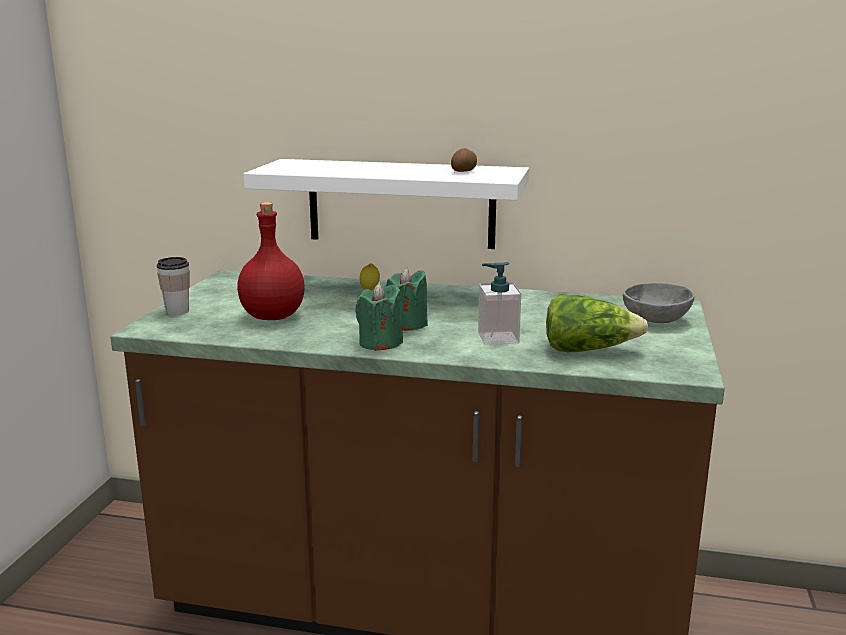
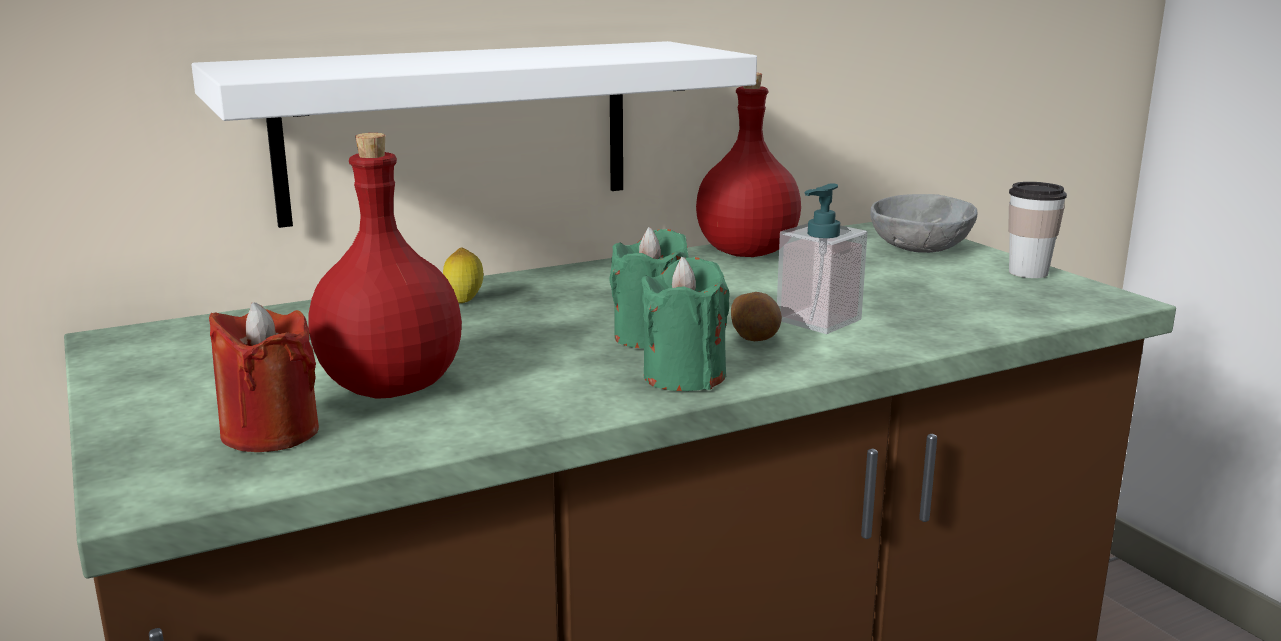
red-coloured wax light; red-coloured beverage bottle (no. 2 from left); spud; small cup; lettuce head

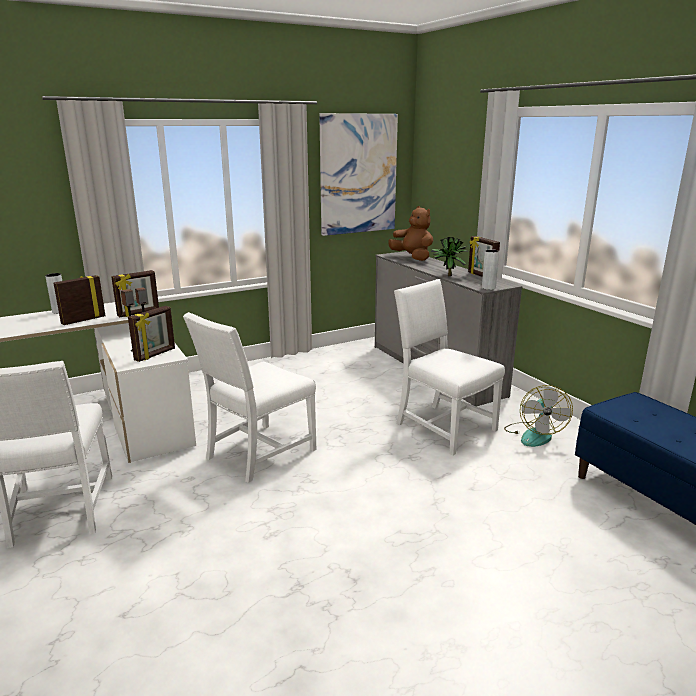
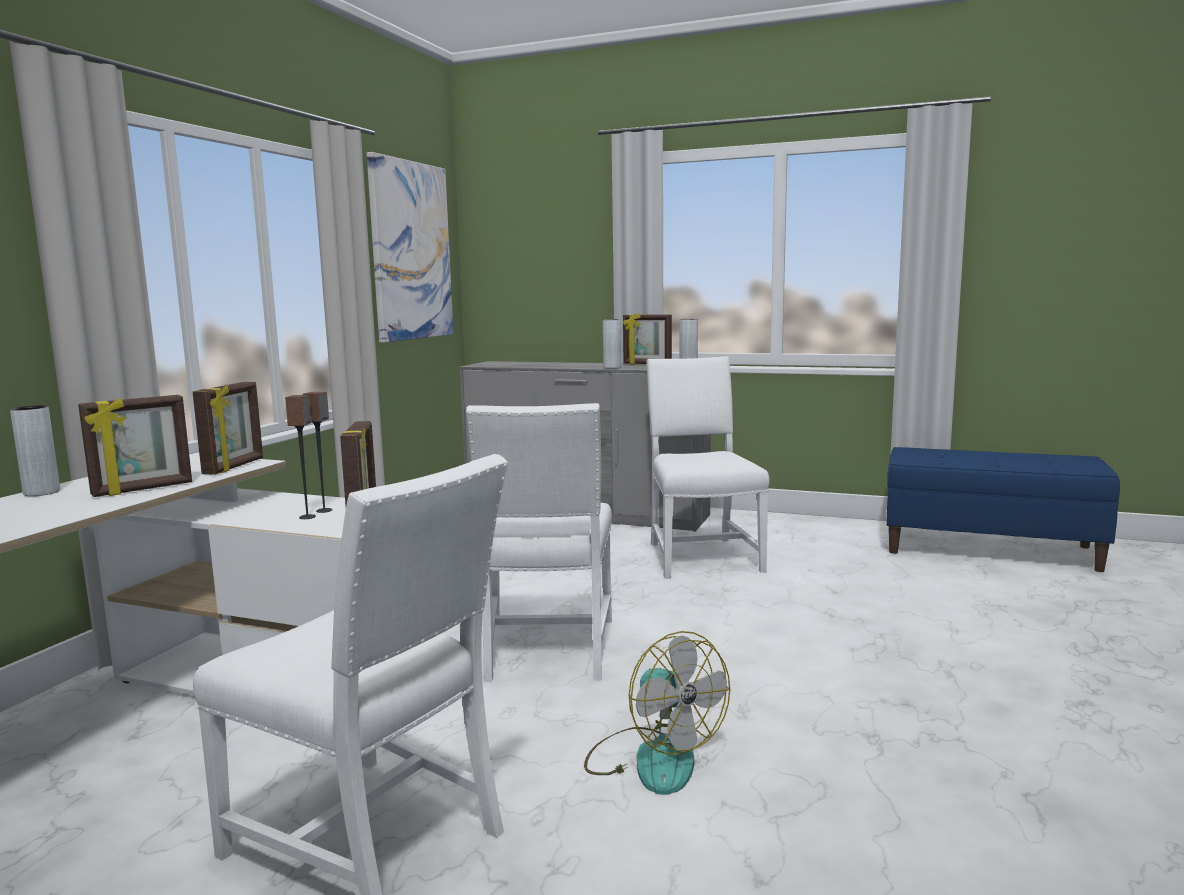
standing frame (no. 1 from left); fan; grey decorative vase (no. 2 from left); white upright chair (no. 3 from left); brownish plush toy

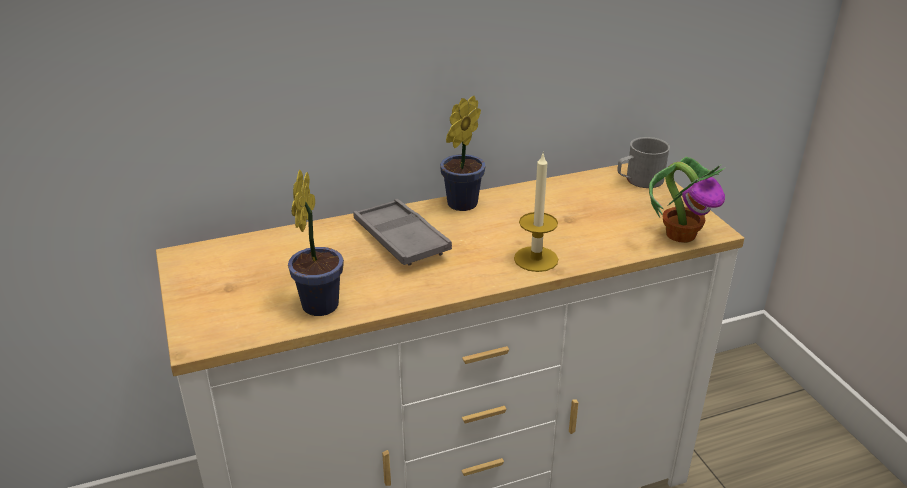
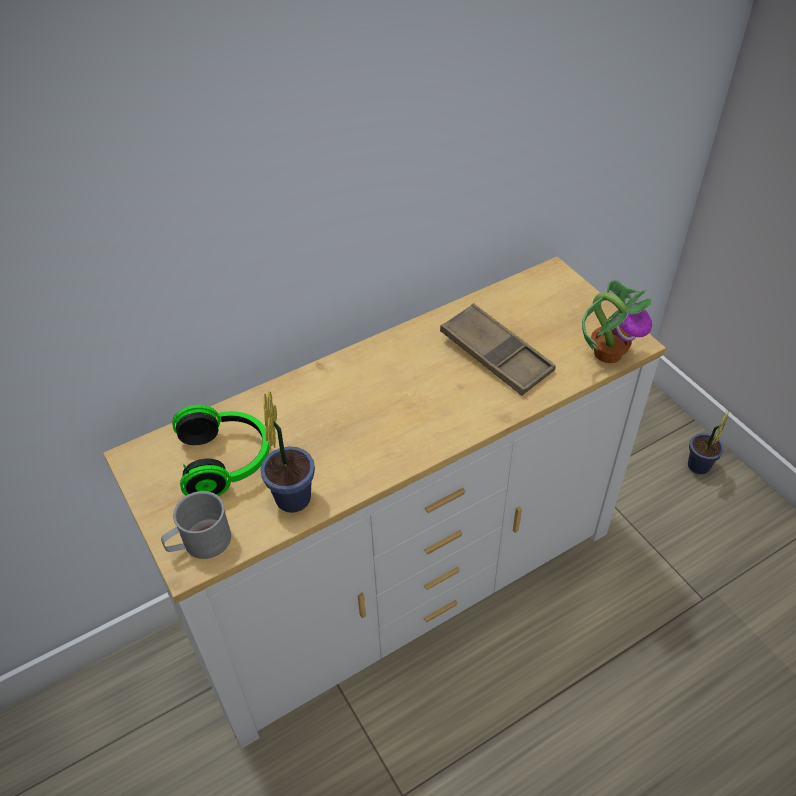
grey coffee mug; headphones; brownish serving tray; houseplant (no. 3 from left); grey serving tray; wax light

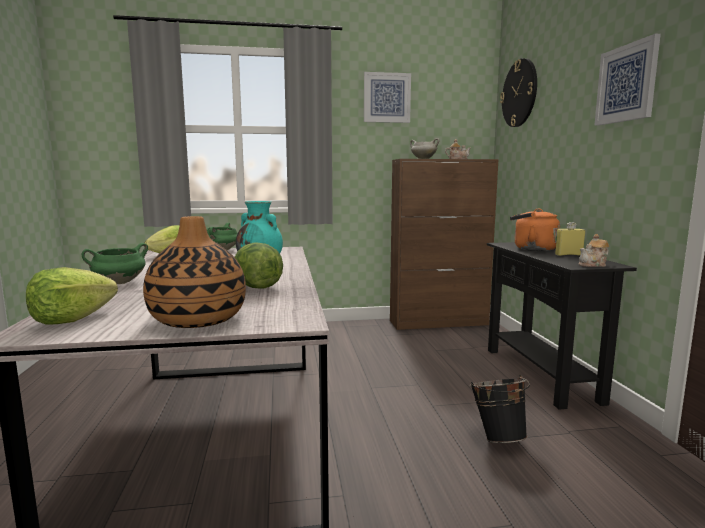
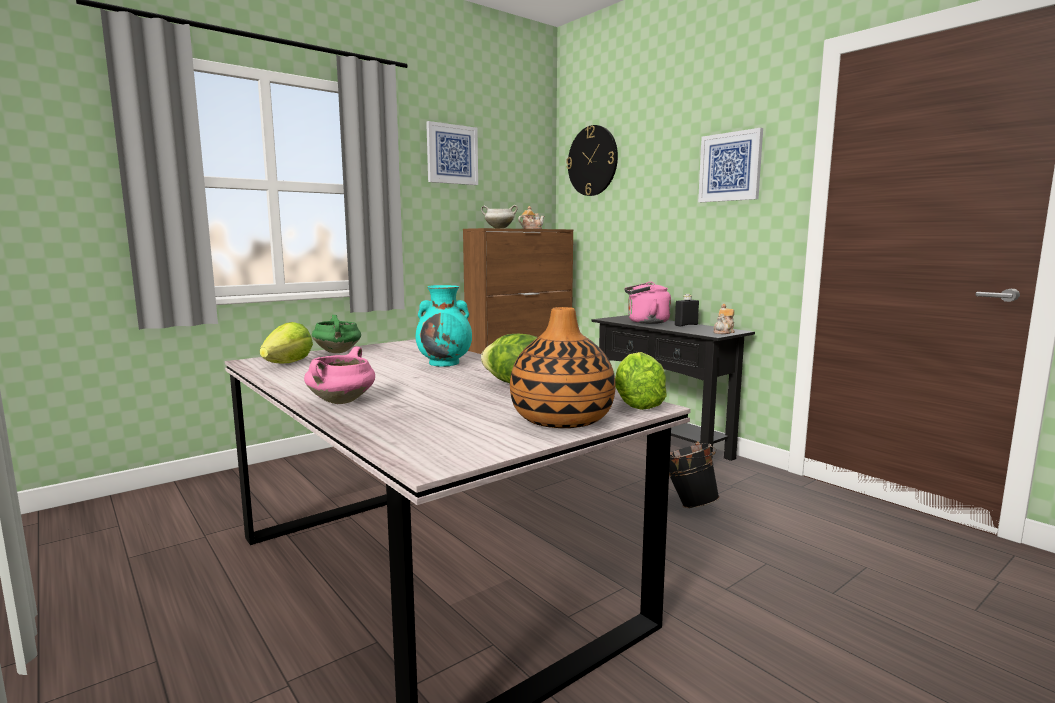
pink saucepot; lettuce head (no. 3 from left); pink tea kettle; blackish beverage bottle

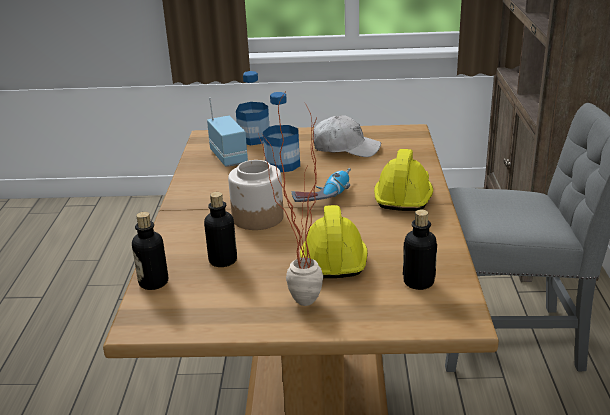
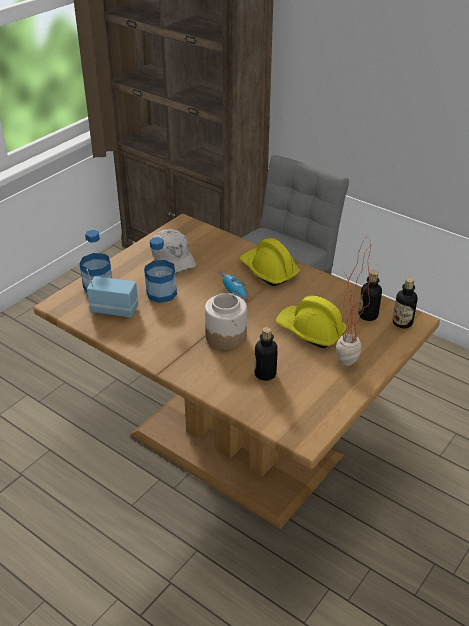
white cap; beverage bottle (no. 5 from left)

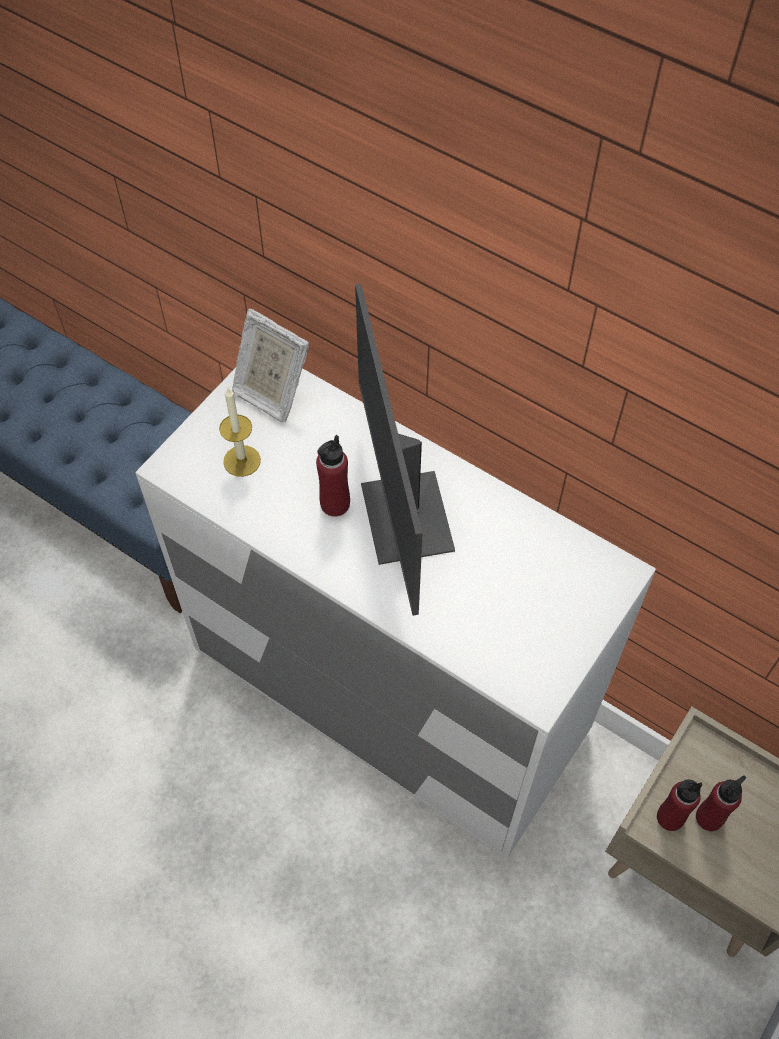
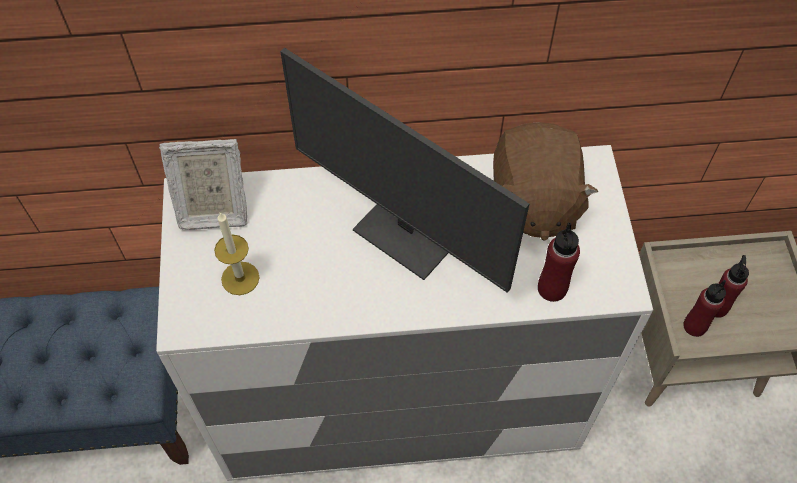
brownish plush toy; red-coloured beverage bottle (no. 1 from left)

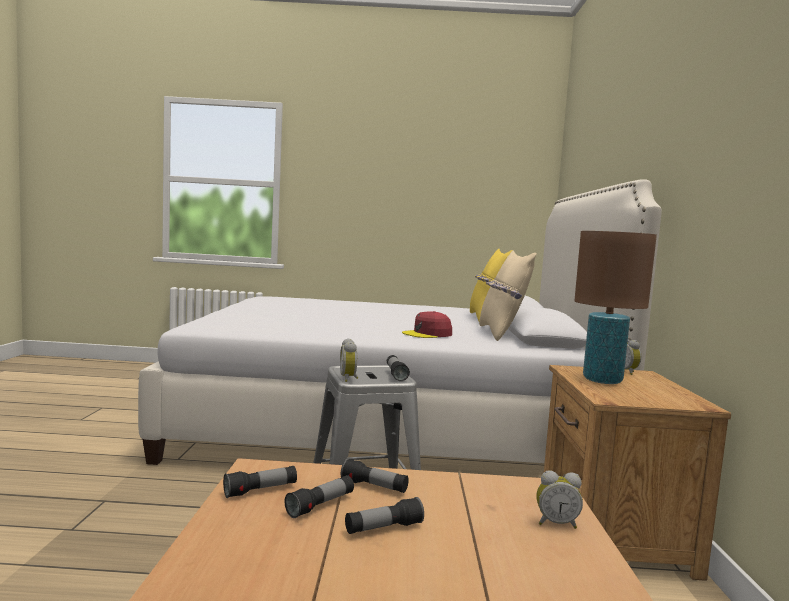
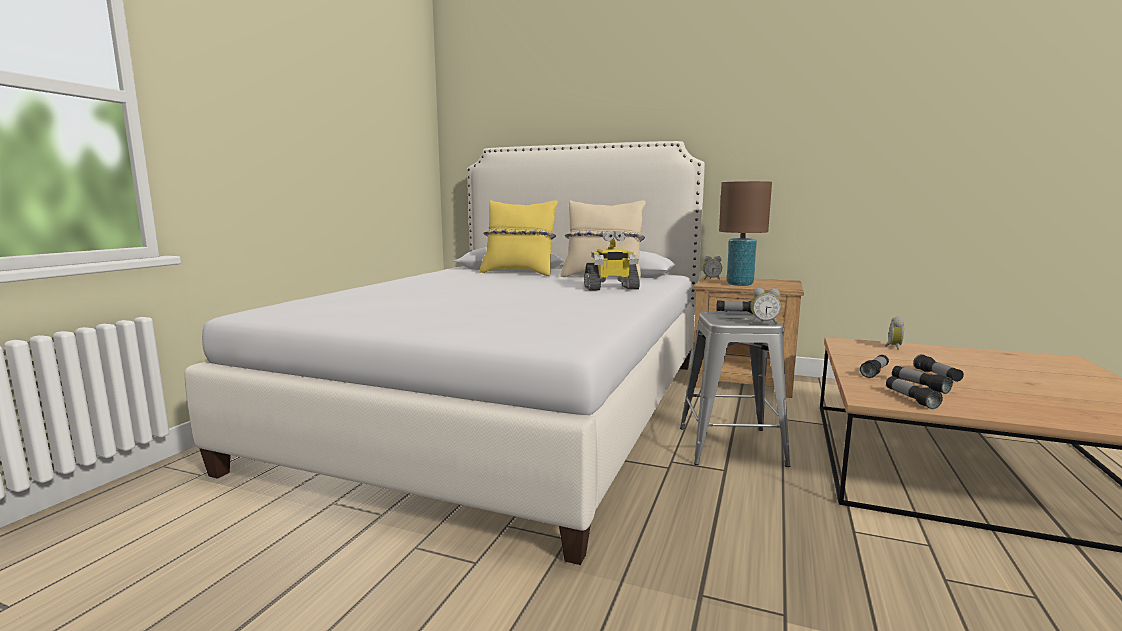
model robot

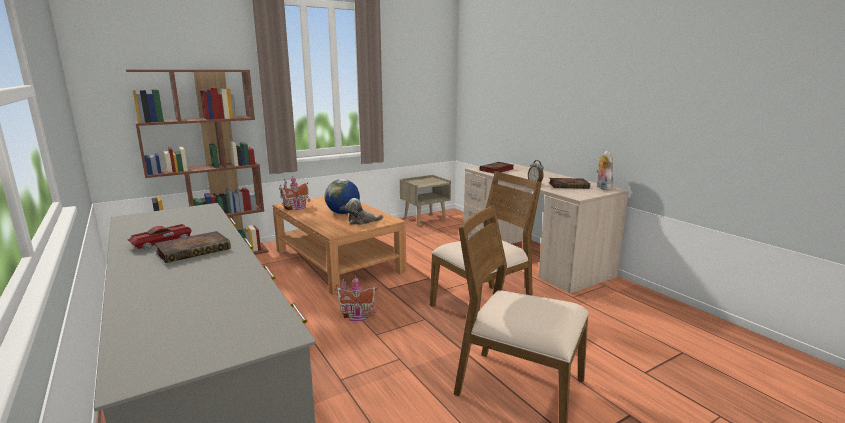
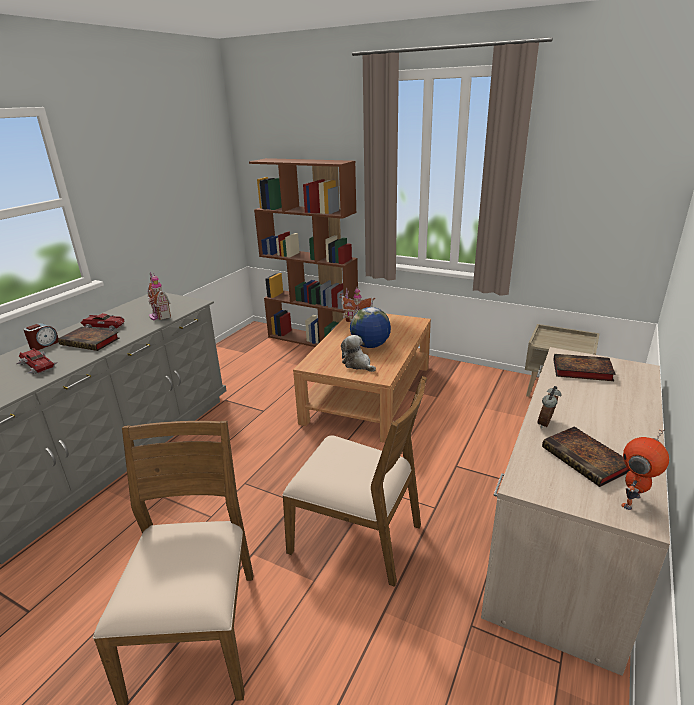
toy car (no. 1 from left); bedside clock (no. 1 from left); toy house (no. 1 from left); model robot

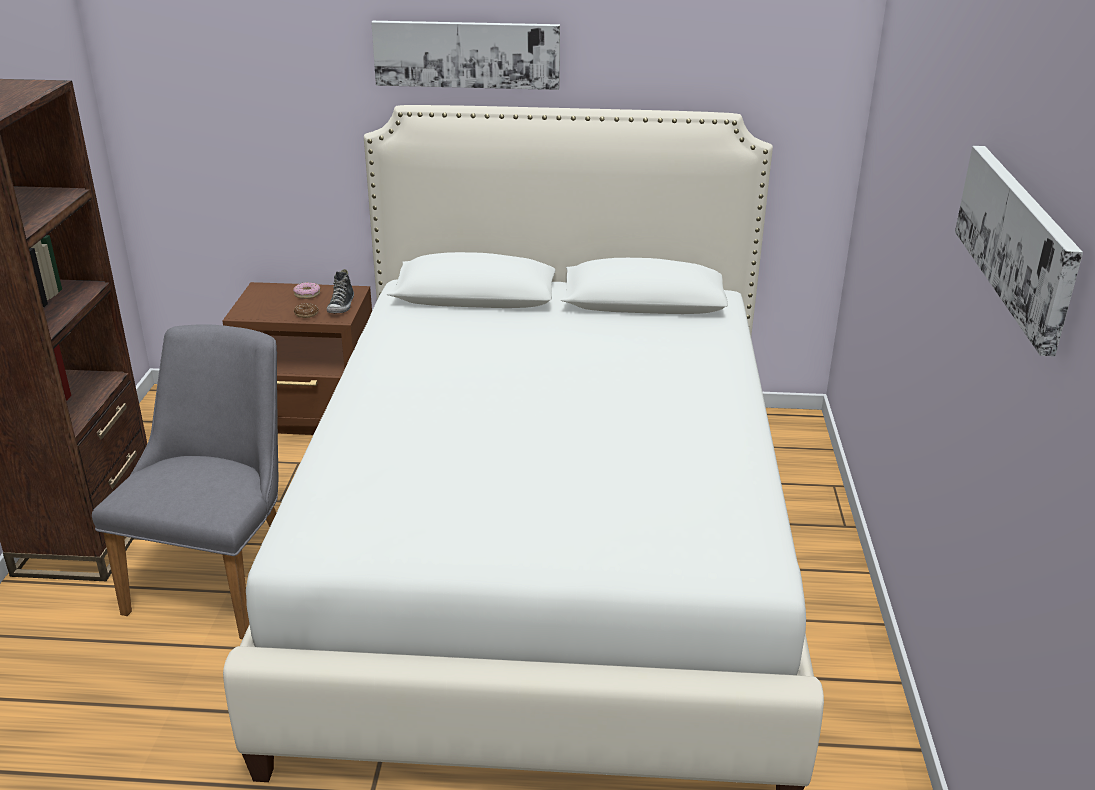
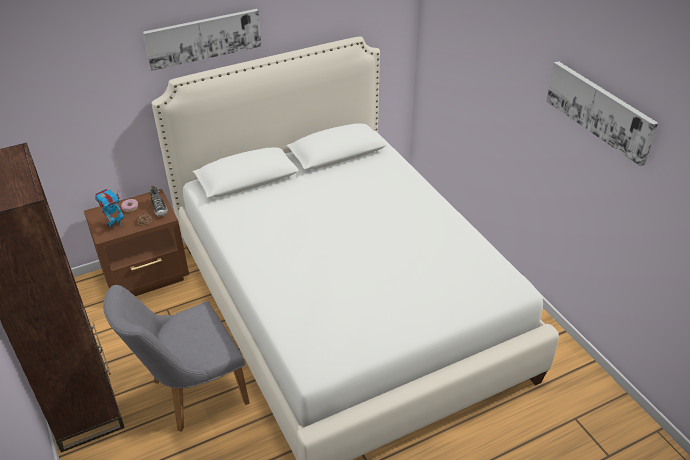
model robot; grey upright chair

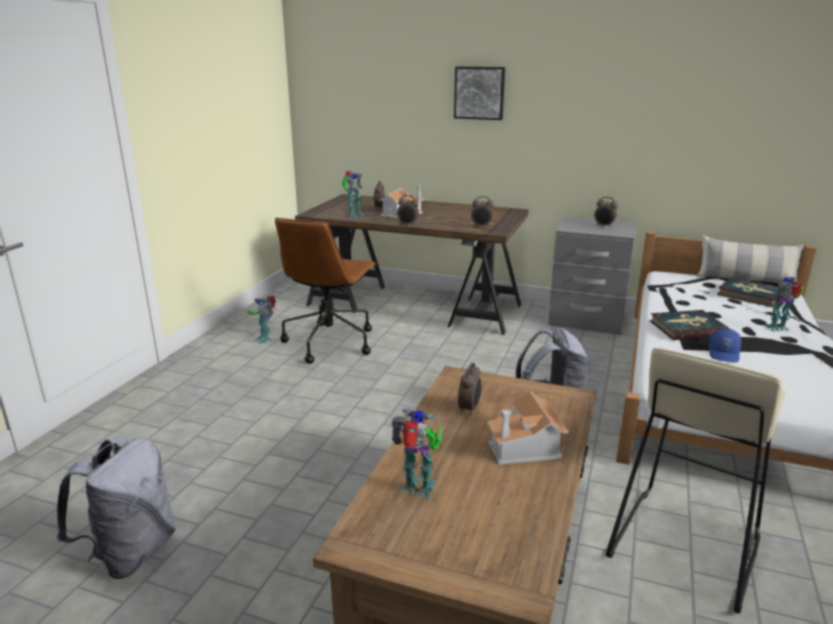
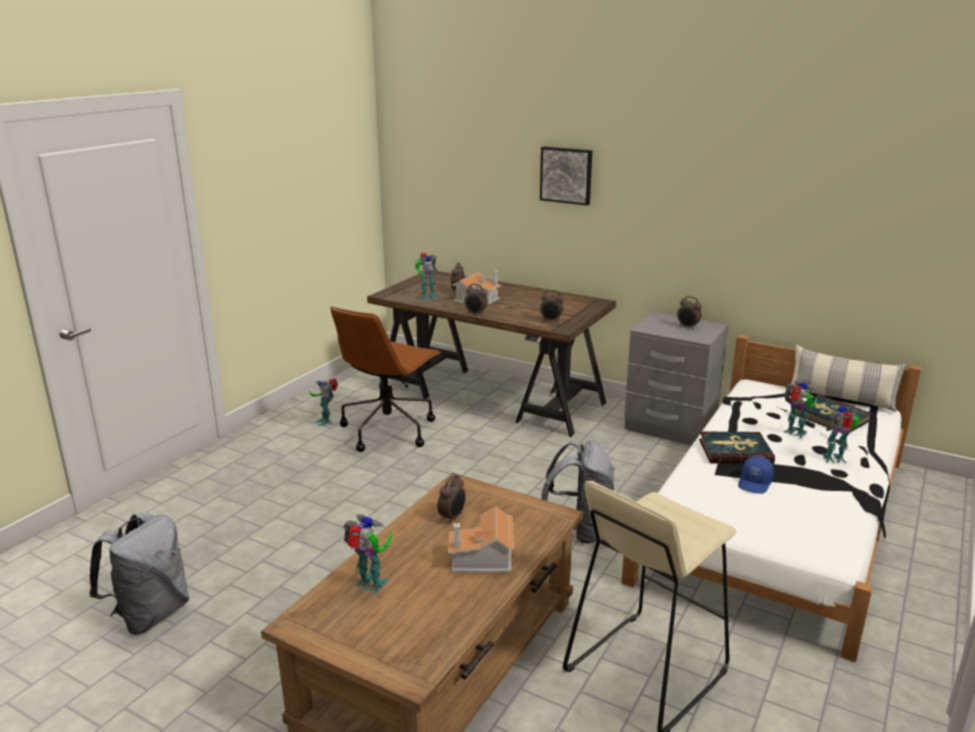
model robot (no. 4 from left)

